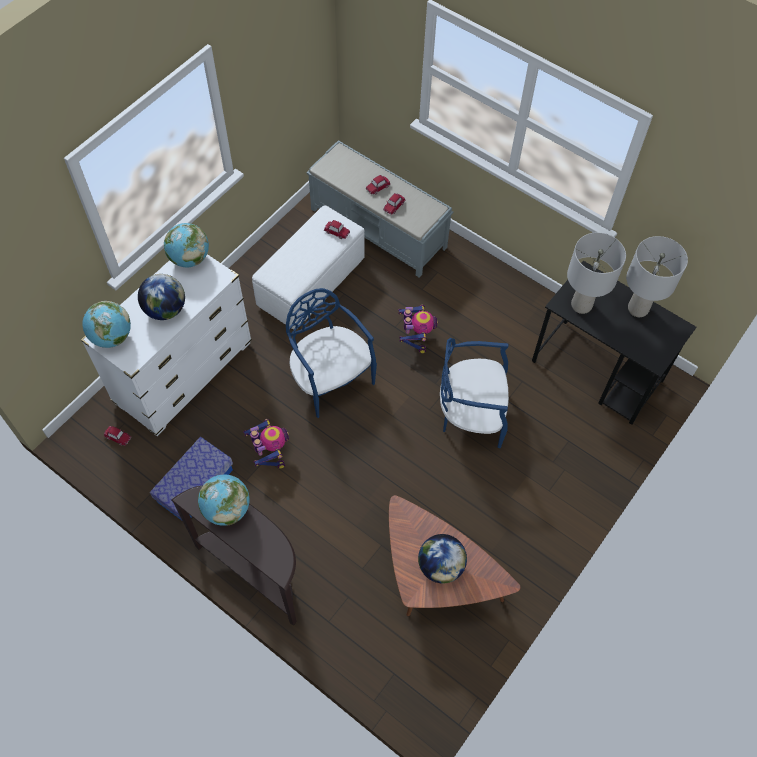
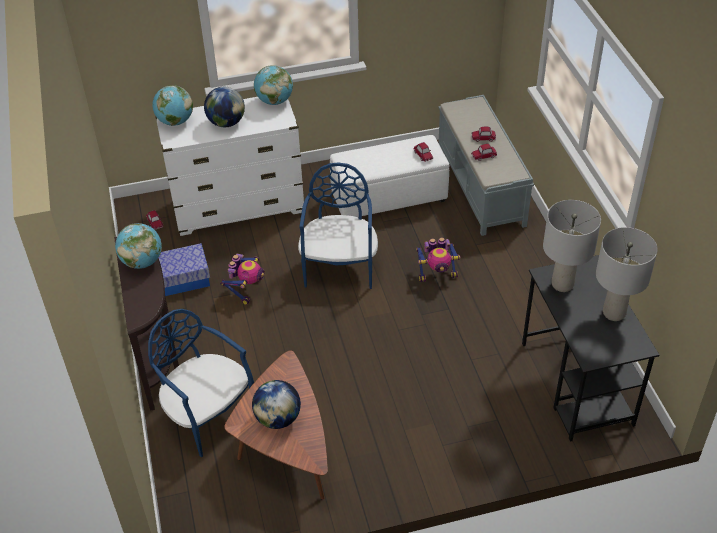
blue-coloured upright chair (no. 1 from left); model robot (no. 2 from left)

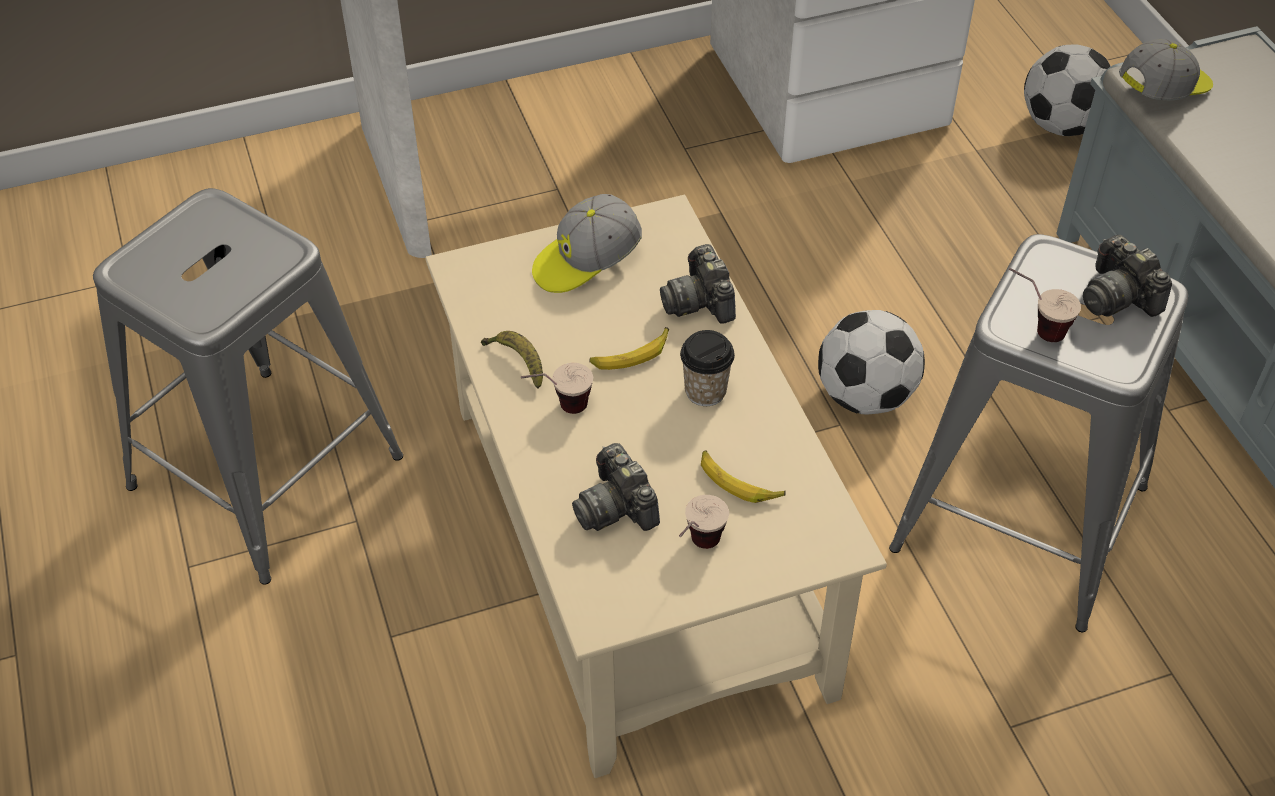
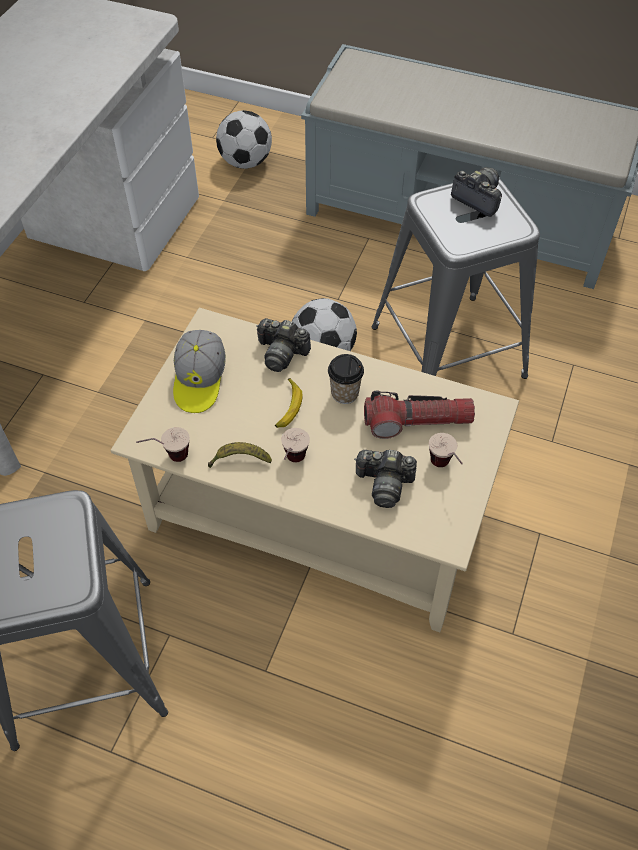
small cup (no. 1 from left); torch; still camera (no. 3 from left); cap (no. 2 from left in the first image)

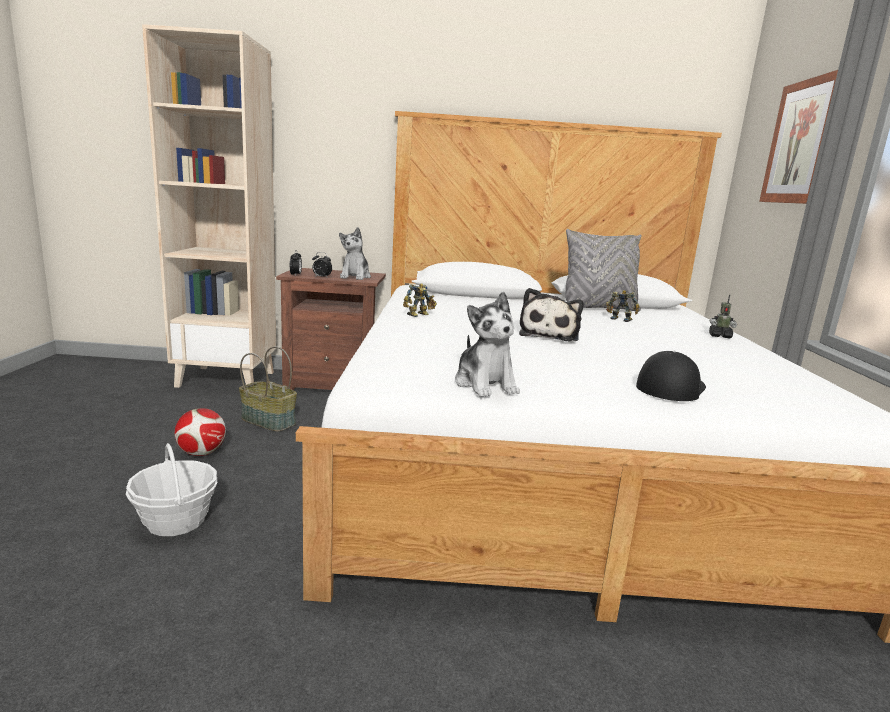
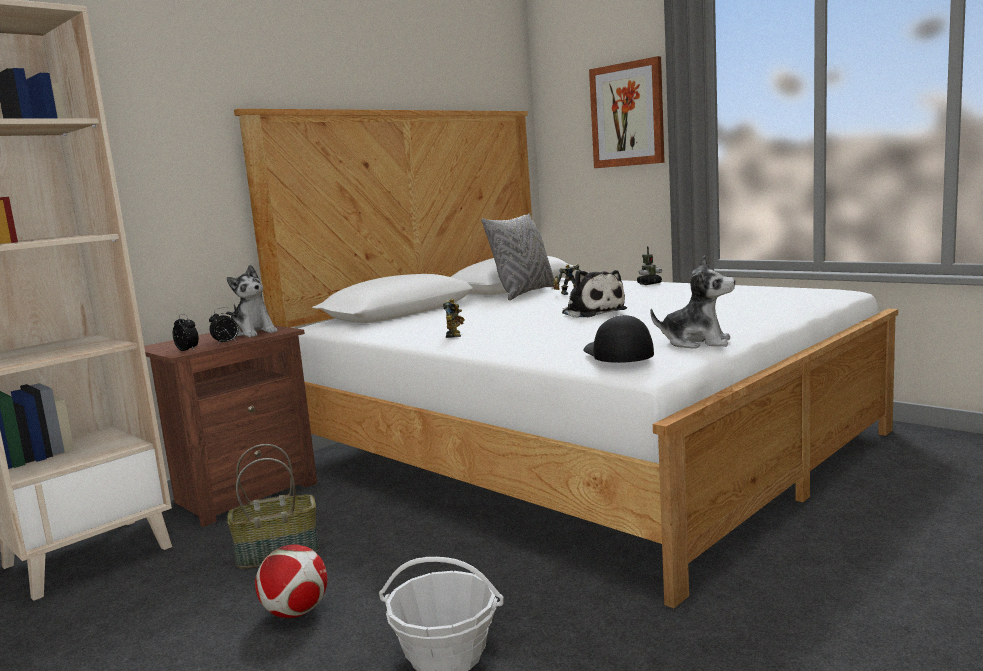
cap

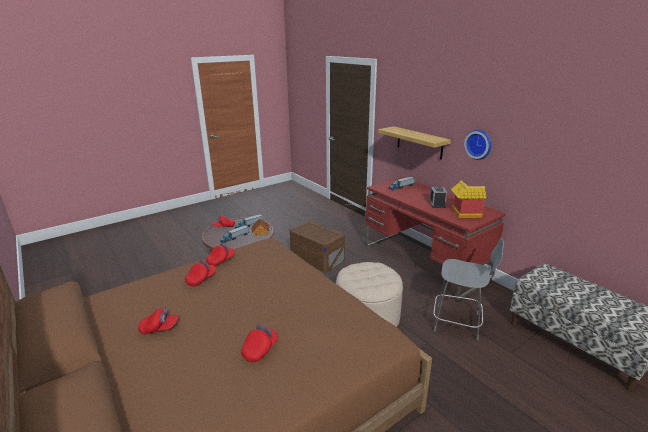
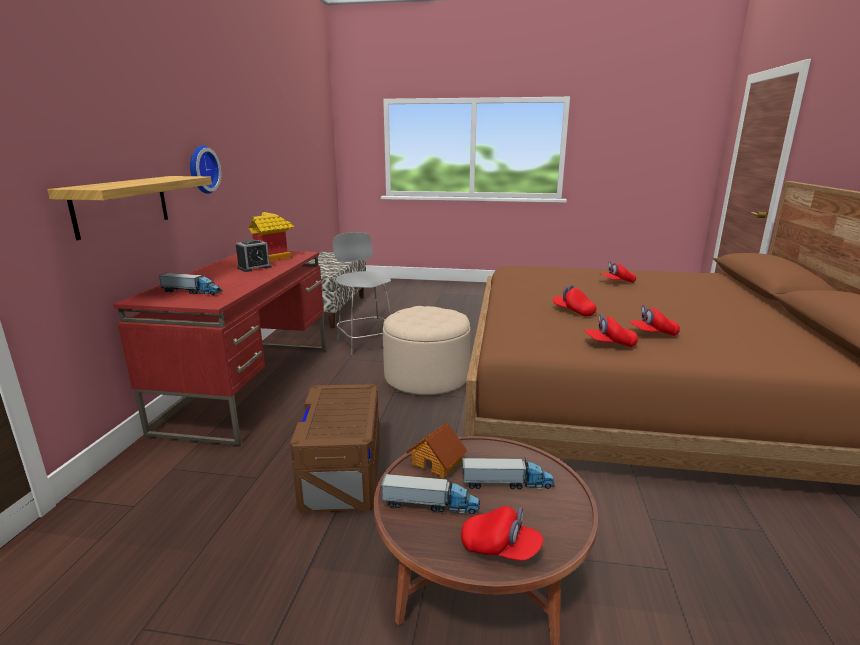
red-coloured cap (no. 2 from left)

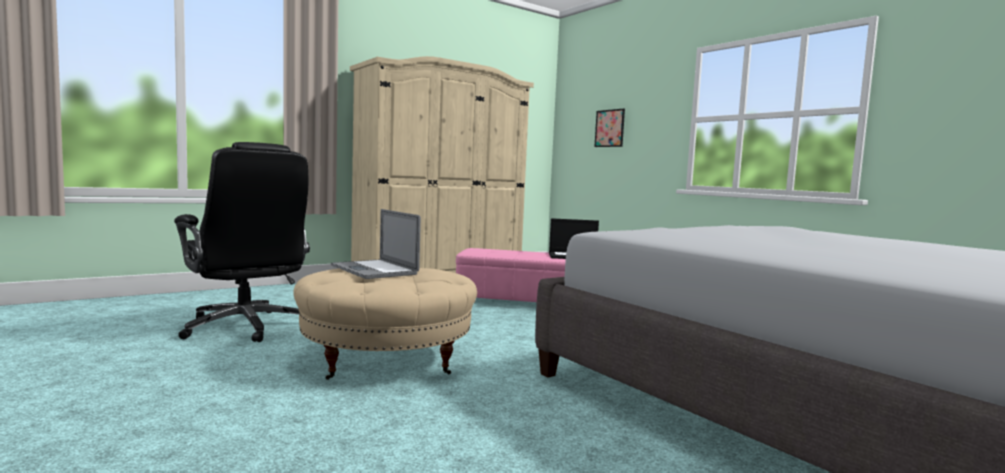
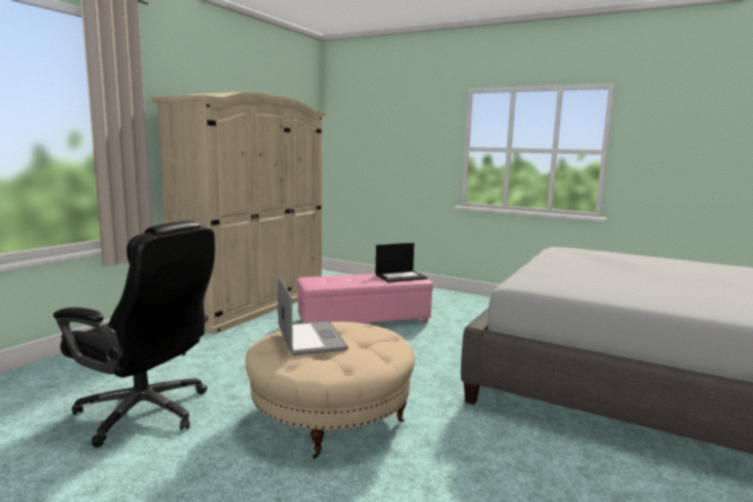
notebook computer (no. 1 from left); wall picture

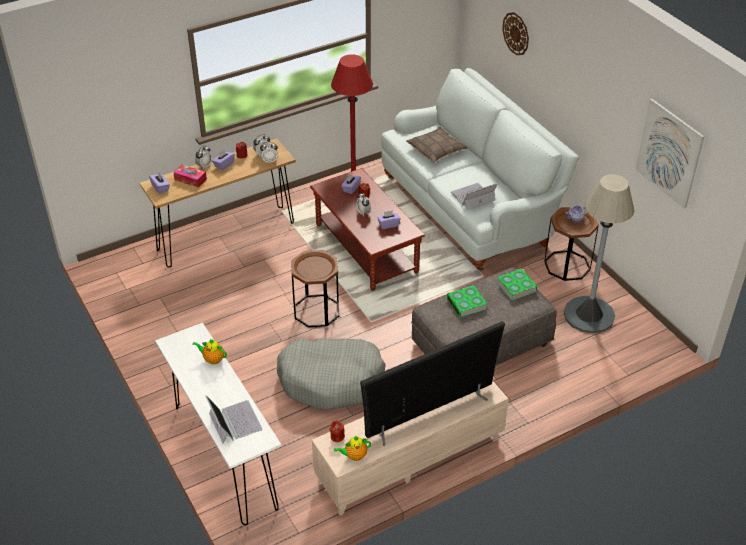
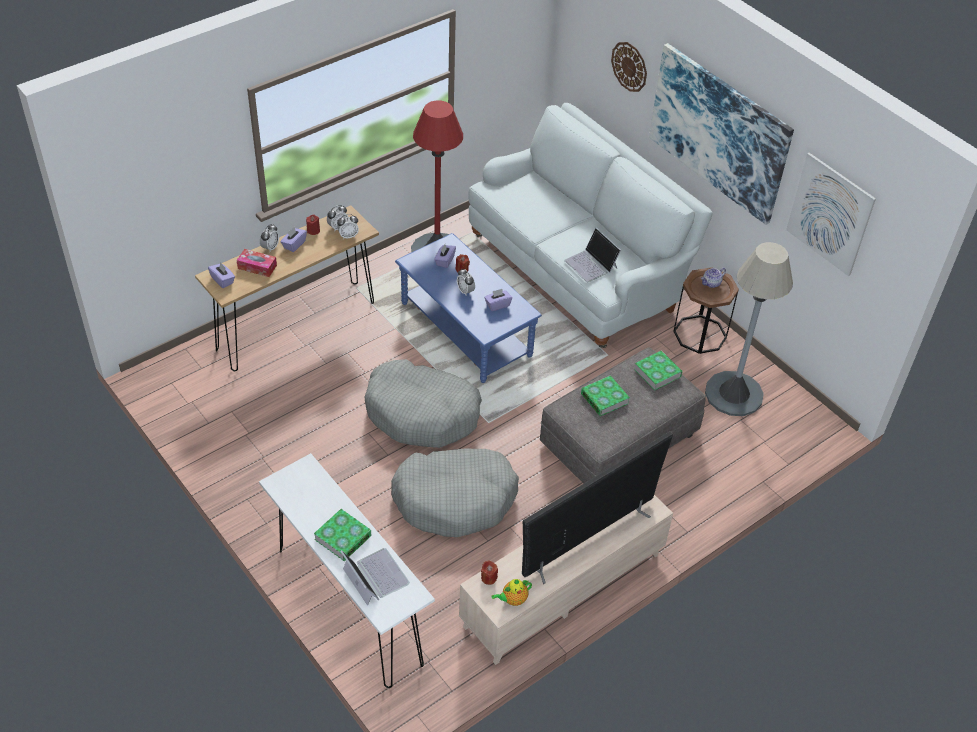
volume (no. 1 from left); grey pet bed (no. 1 from left); blue-coloured low table; notebook computer (no. 2 from left); wall picture (no. 1 from left); pot for tea (no. 1 from left in the first image); pillow

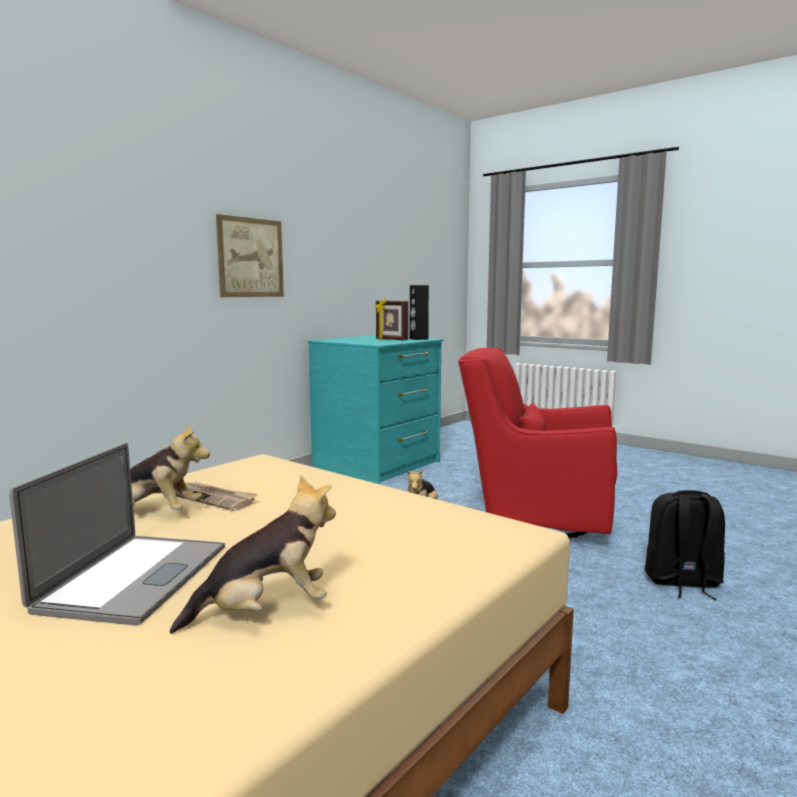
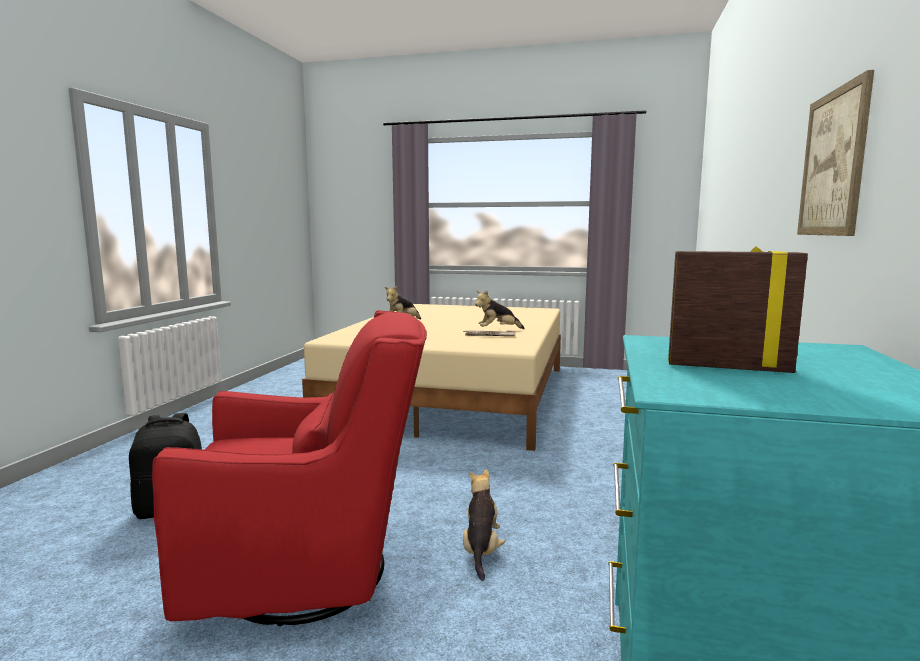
notebook computer; blackish loudspeaker

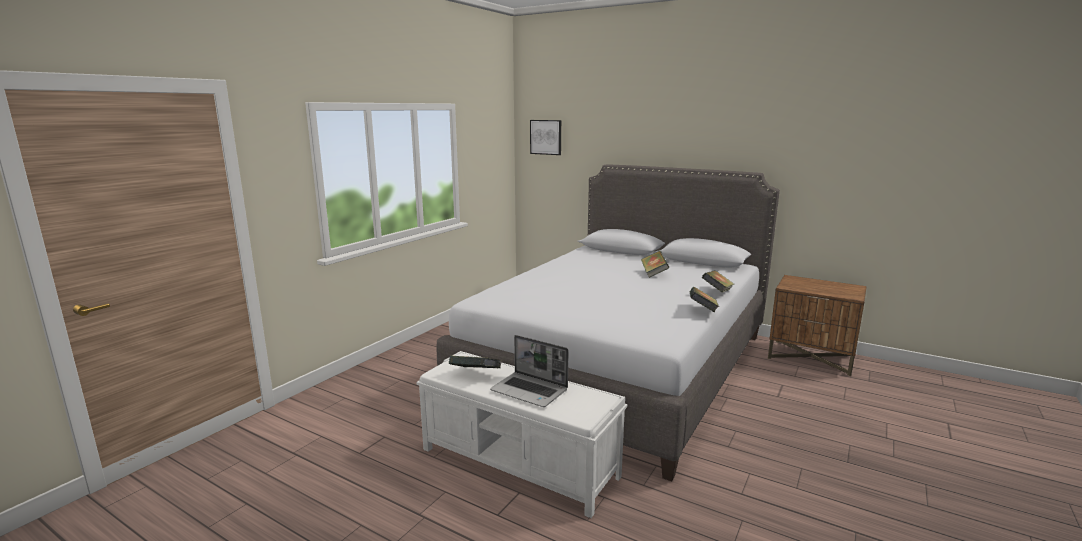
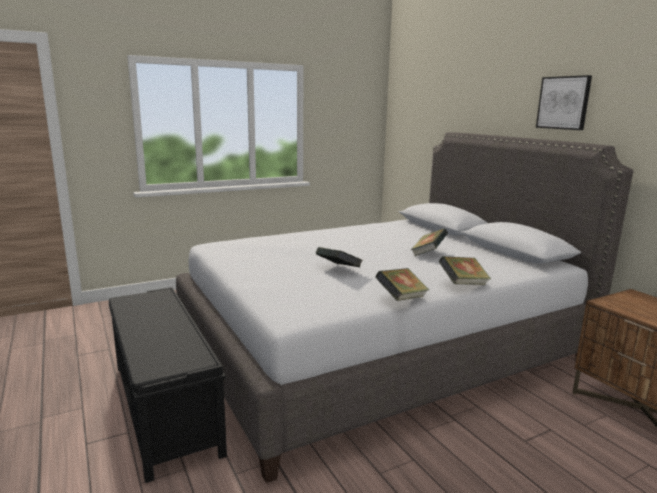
blackish long seat; volume (no. 1 from left); wall picture; notebook computer

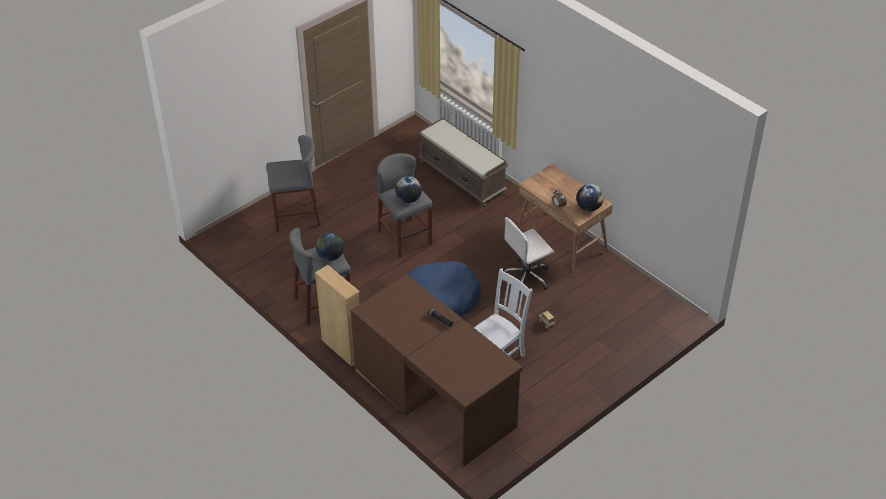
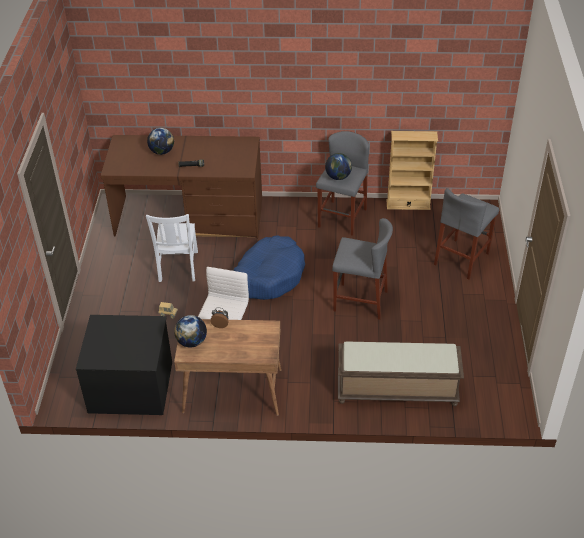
blackish drawer chest; world globe (no. 1 from left); beige bookcase

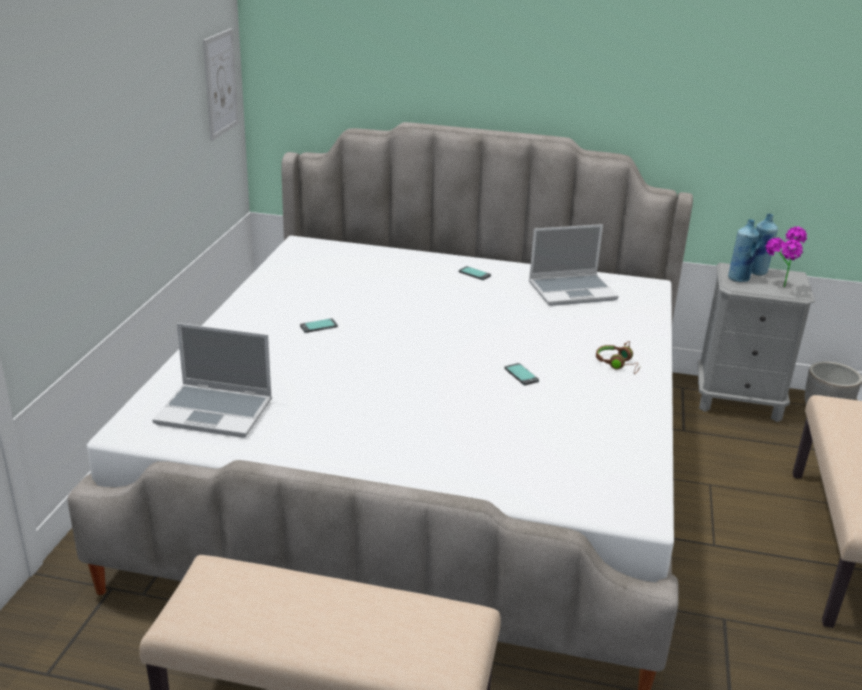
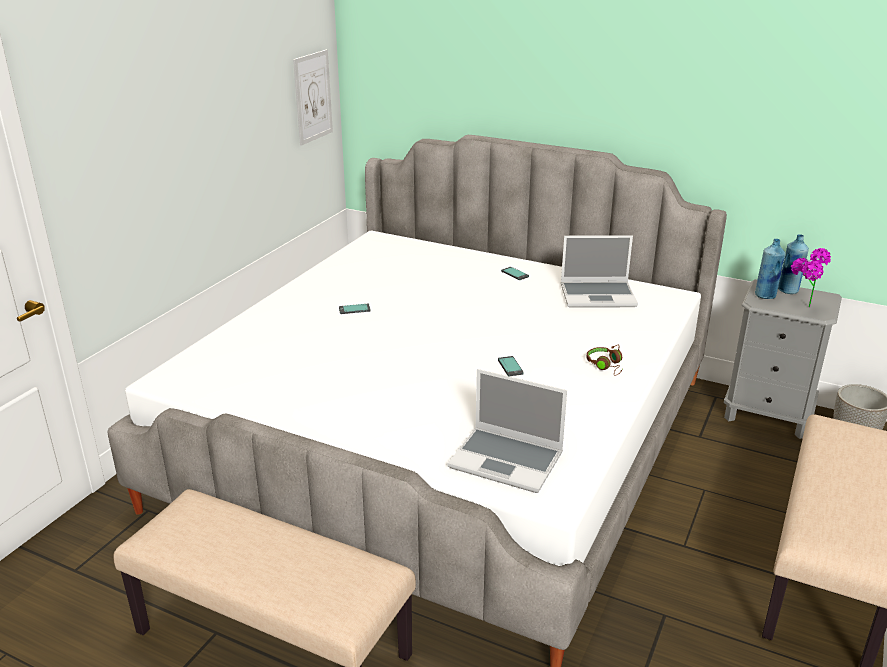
notebook computer (no. 1 from left)

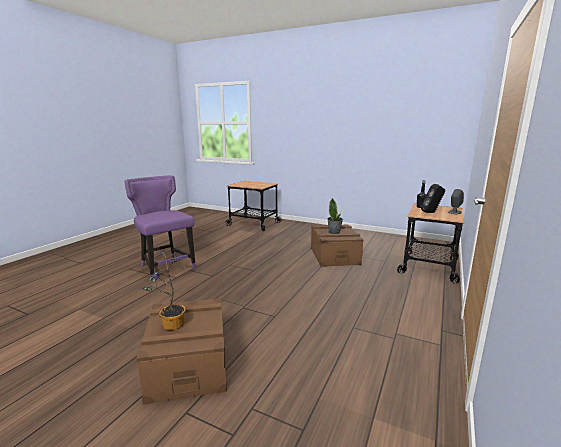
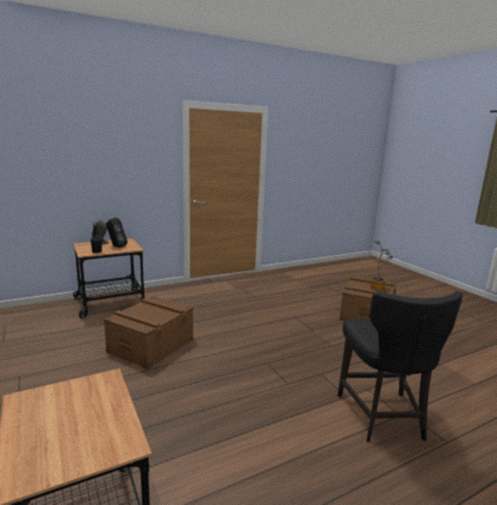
blackish upright chair; houseplant (no. 2 from left in the first image)

